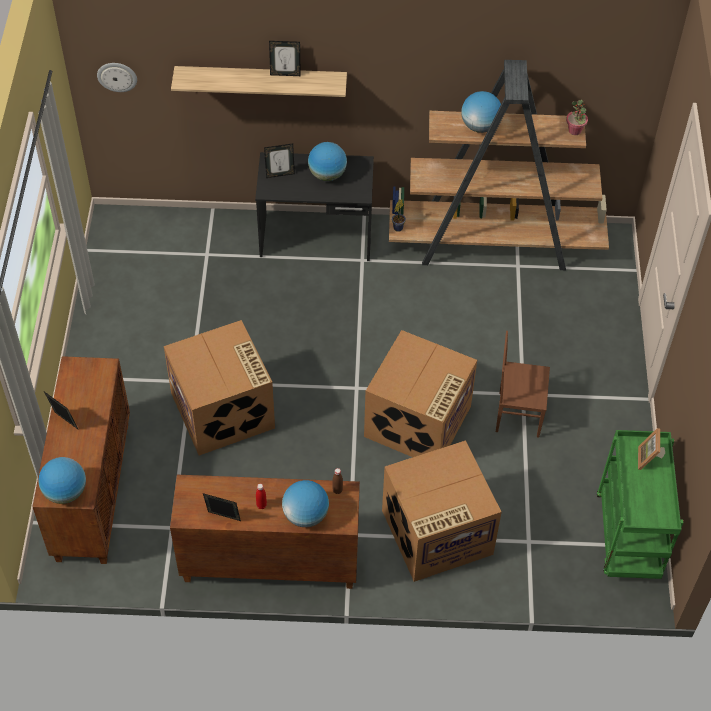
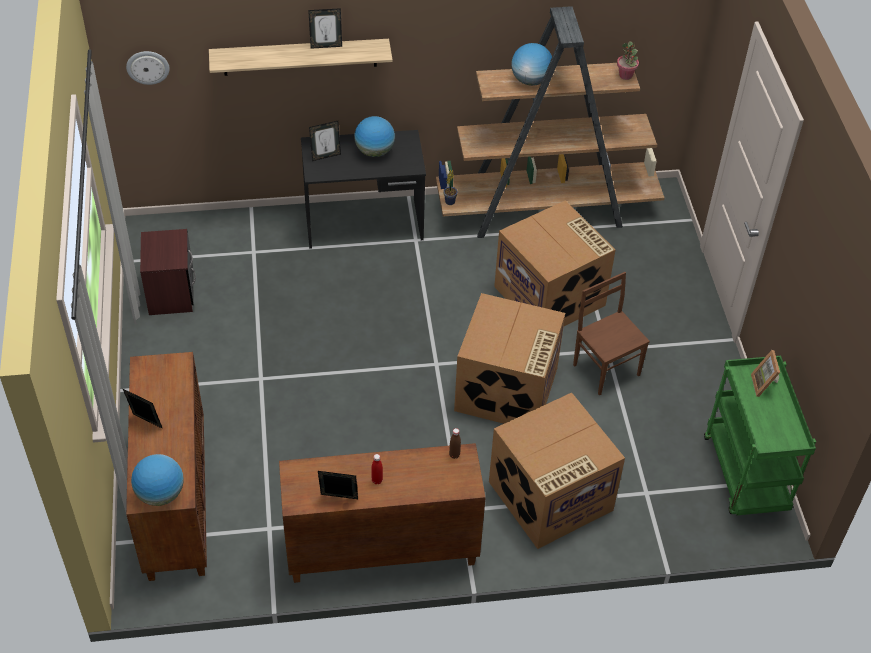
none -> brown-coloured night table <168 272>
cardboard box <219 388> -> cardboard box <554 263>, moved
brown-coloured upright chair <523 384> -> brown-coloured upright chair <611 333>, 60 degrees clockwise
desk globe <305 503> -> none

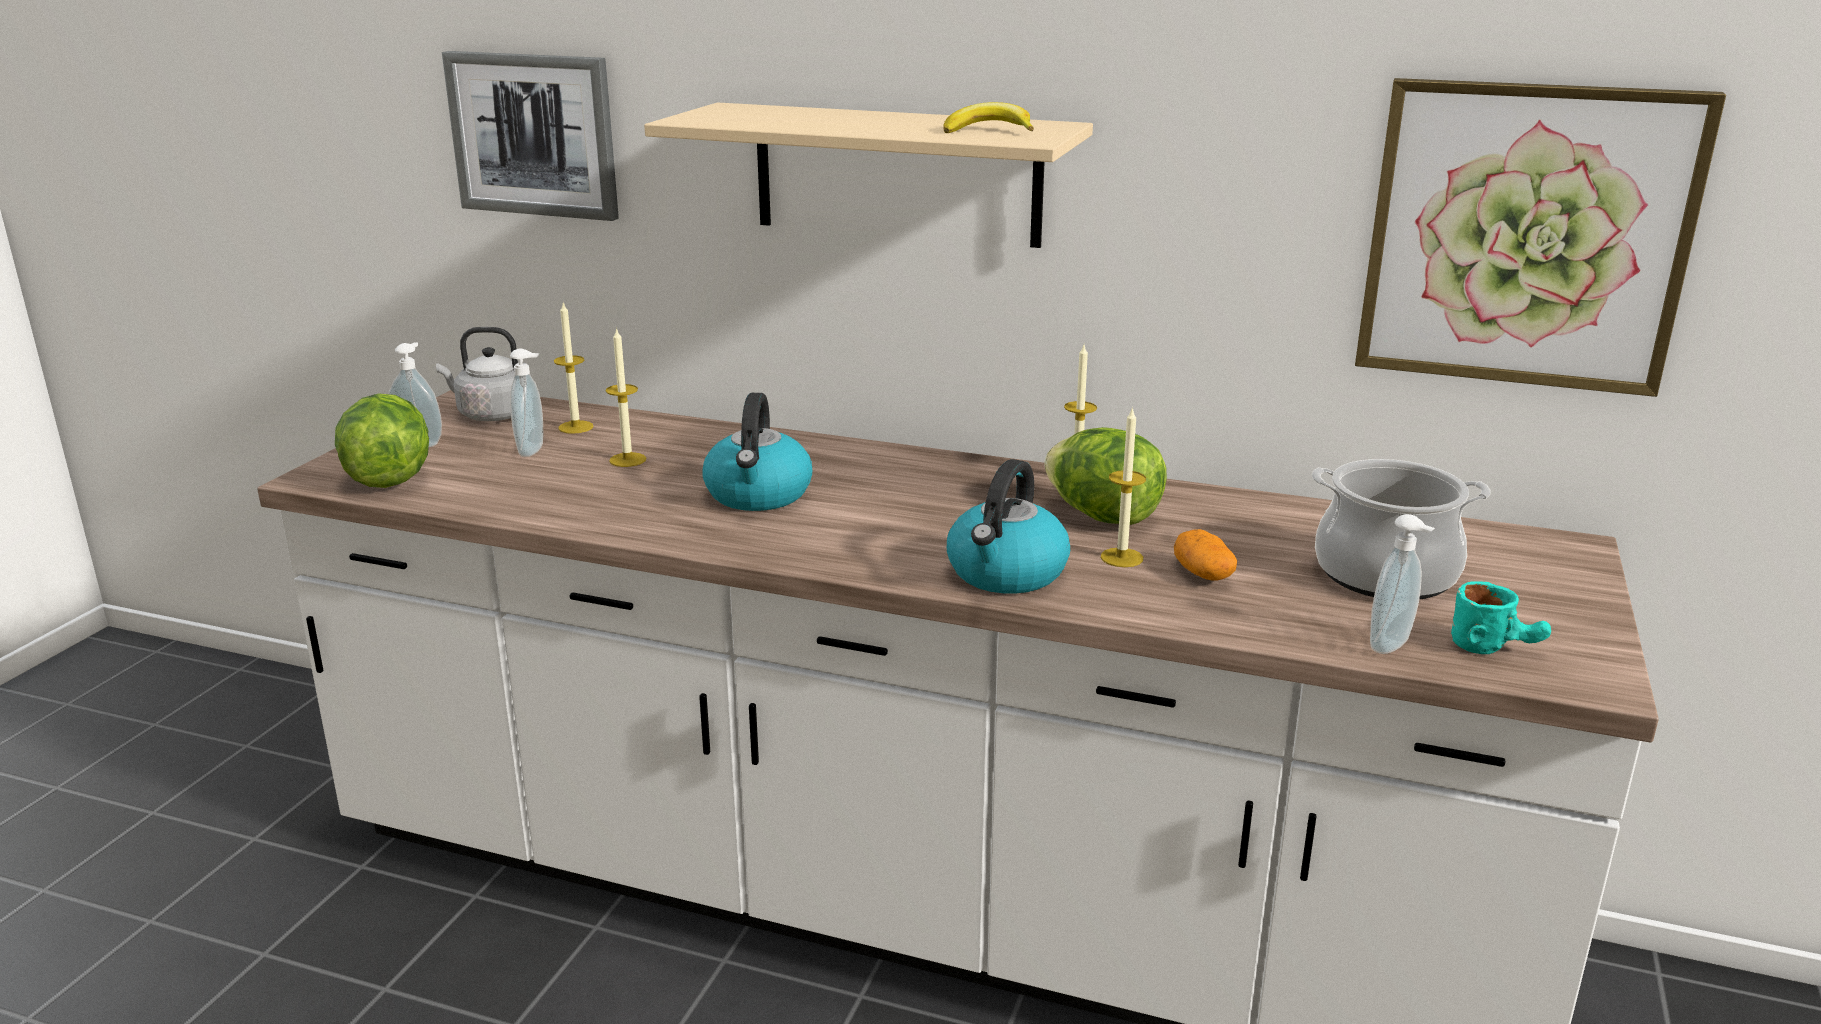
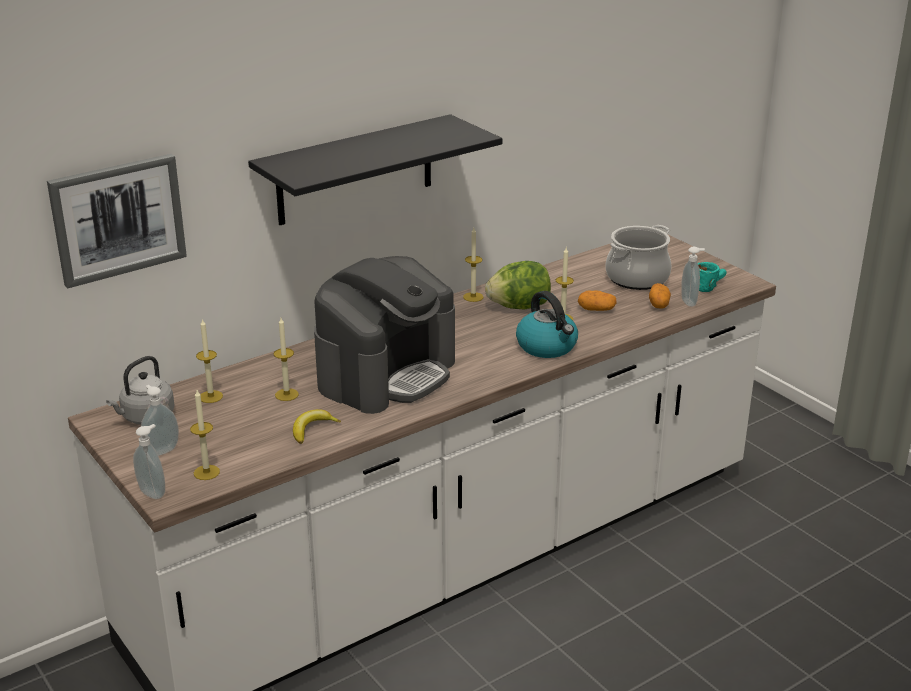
soap bottle <526 402> -> soap bottle <149 461>, moved
lettuce head <382 440> -> candle <205 435>
beige bracket shelf <868 175> -> black bracket shelf <375 169>
banana fruit <988 117> -> banana fruit <317 426>, moved
tea kettle <757 452> -> coffee machine <384 335>
none -> potato <660 296>
wall art <1540 237> -> none

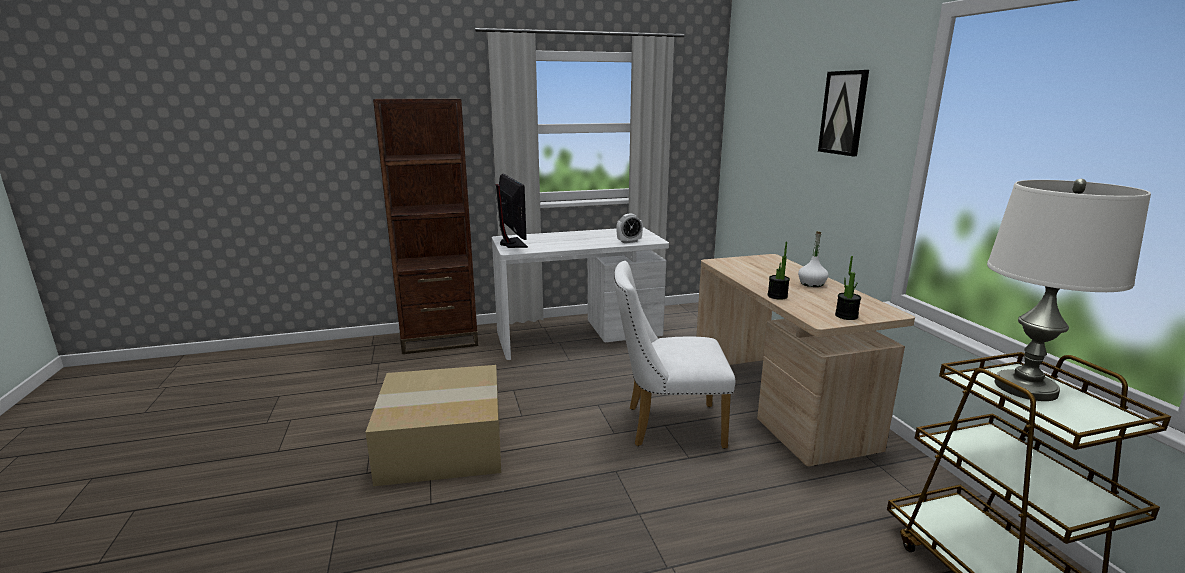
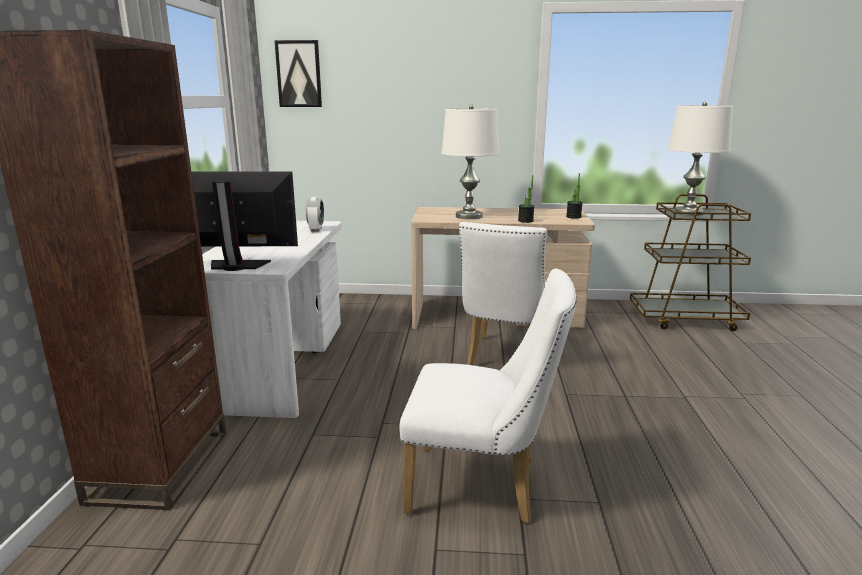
wall art <843 113> -> wall art <298 73>, moved
cardboard box <433 425> -> white-coloured upright chair <488 396>
none -> white-coloured table lamp <470 161>
white-coloured drink bottle <813 259> -> none

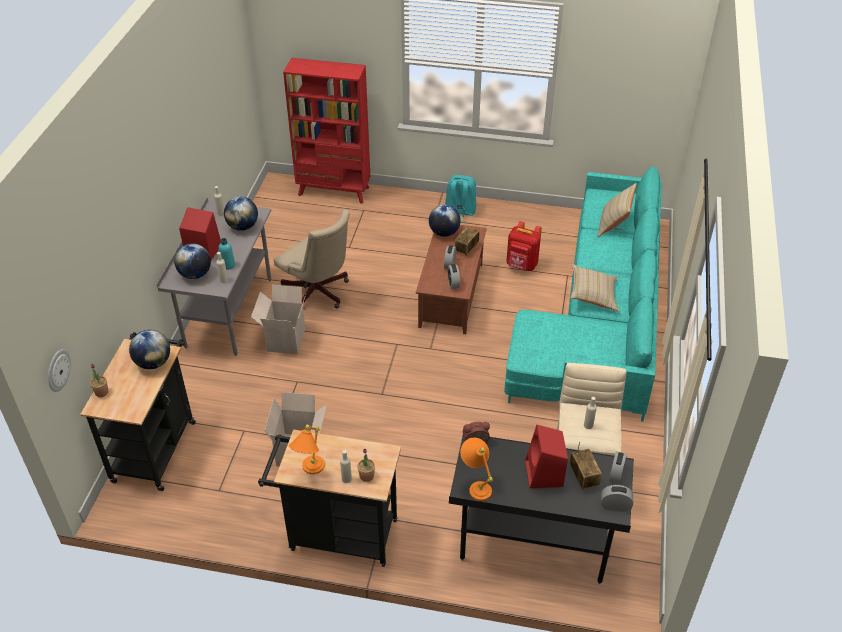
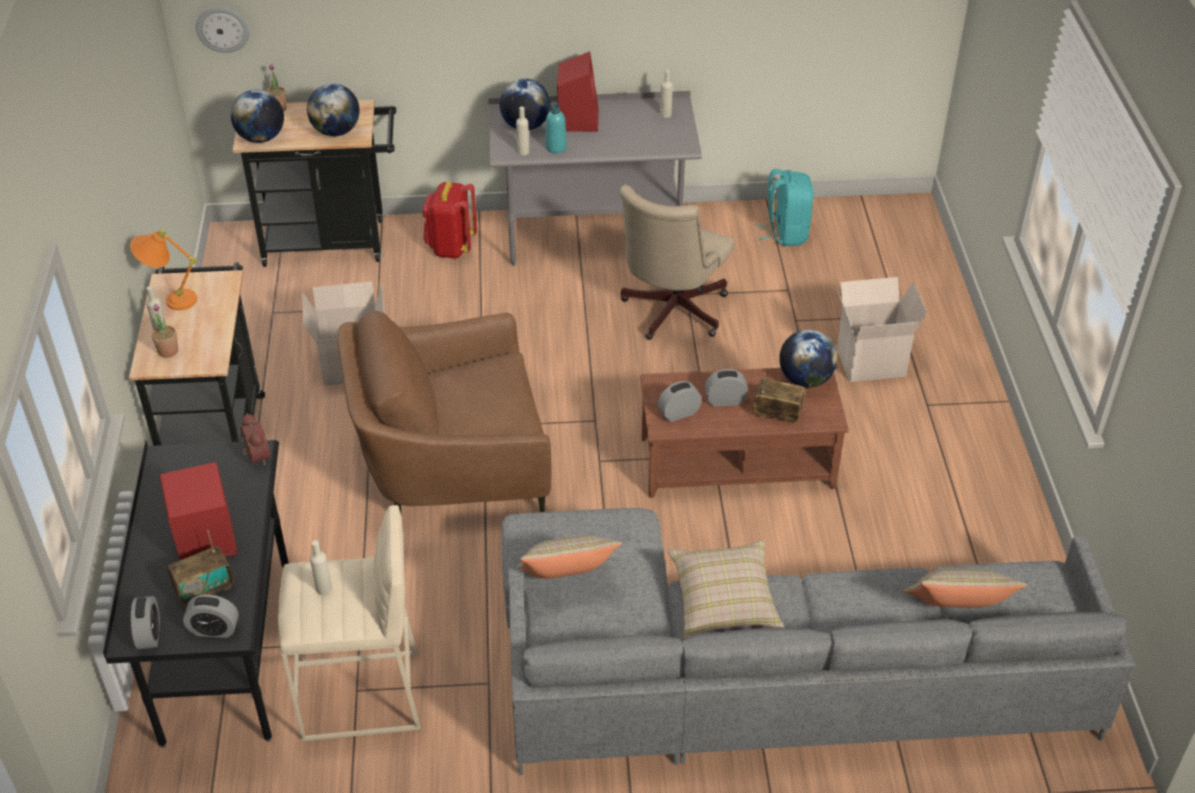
desk globe <241 214> -> desk globe <257 116>, moved
none -> brown-coloured easy chair <444 412>
red-coloured knapsack <524 246> -> red-coloured knapsack <450 220>, moved
blue-green couch <583 294> -> grey couch <818 641>
none -> beige pillow <569 557>
blue-green knapsack <460 199> -> blue-green knapsack <785 207>, moved
cardboard box <278 319> -> cardboard box <881 329>, moved
red-coloured bookshelf <326 131> -> none
orange table lamp <476 469> -> none

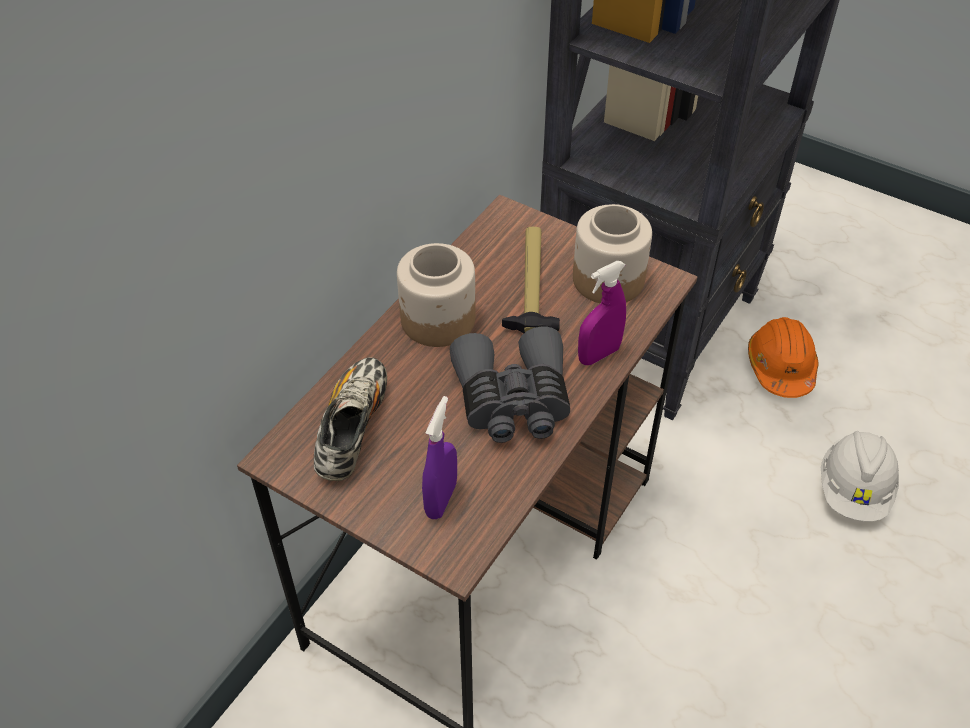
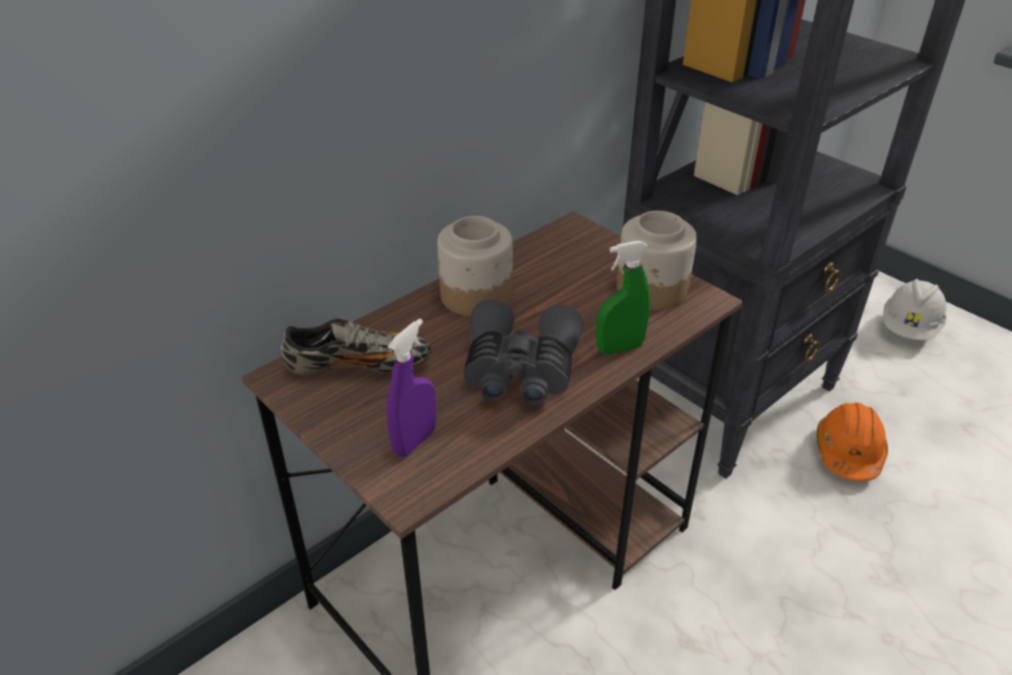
shoe <350 419> -> shoe <356 347>, 60 degrees clockwise
purple-coloured sprayer <602 313> -> greenish sprayer <623 298>
white-coloured safety helmet <860 476> -> white-coloured safety helmet <914 309>, moved
tool hammer <531 280> -> none

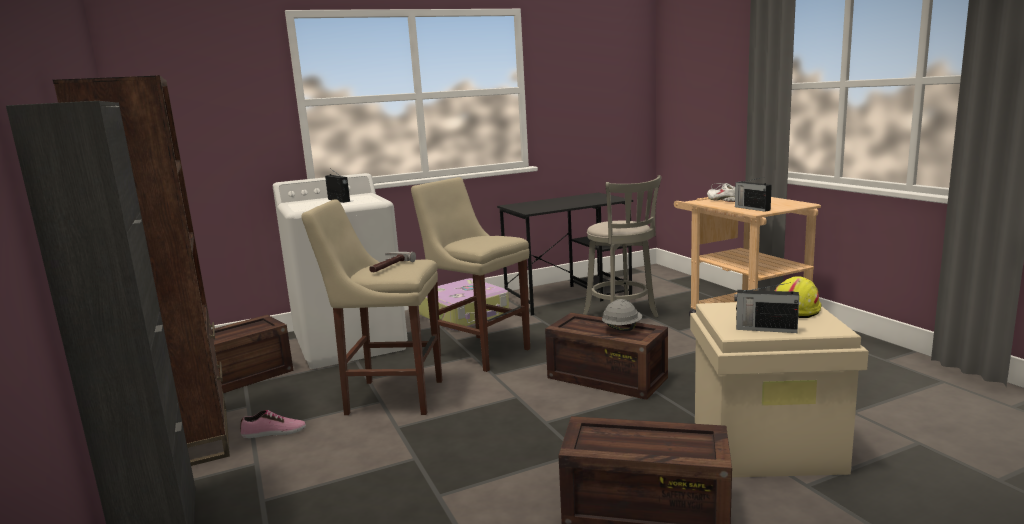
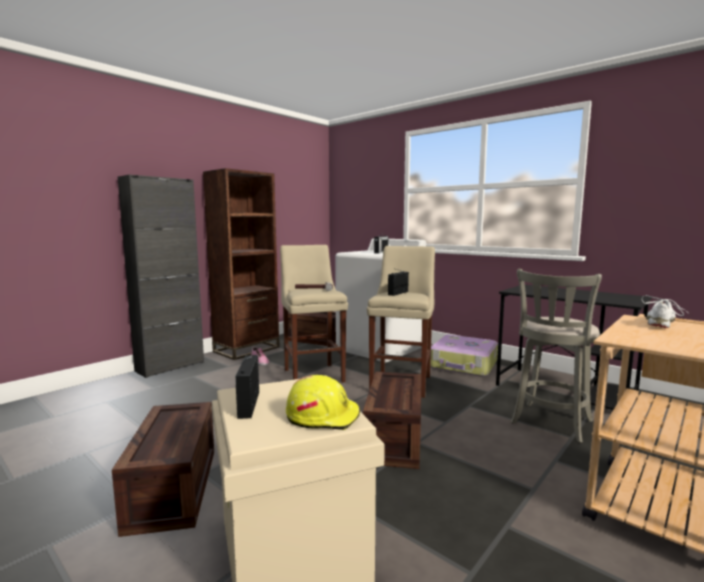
radio set <753 194> -> radio set <398 282>, moved
grey safety helmet <622 315> -> none

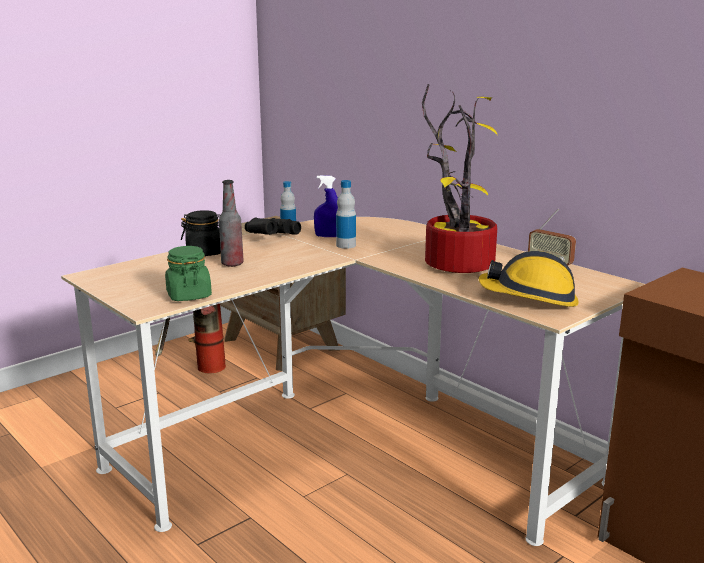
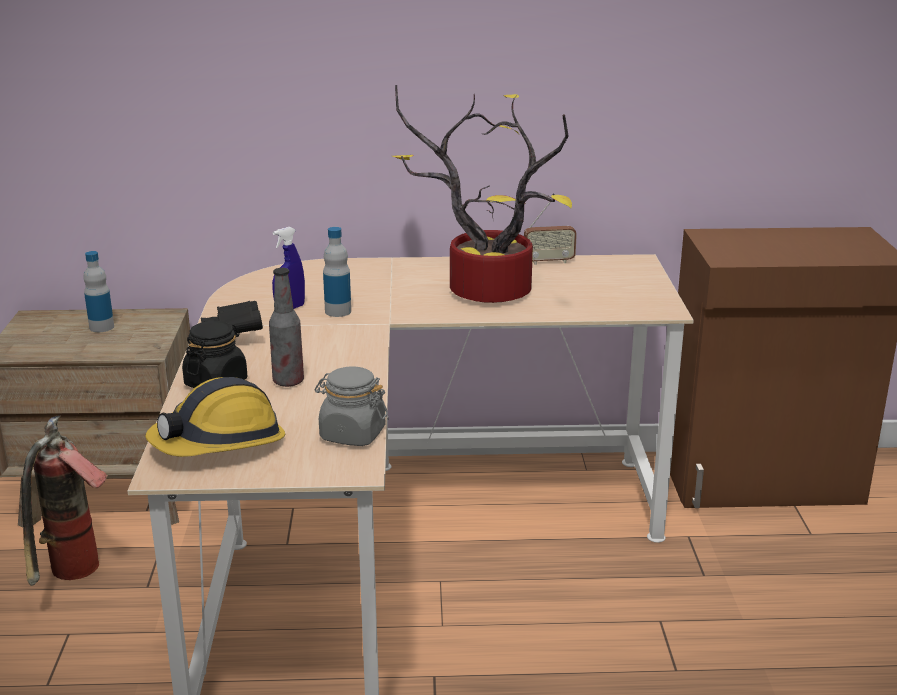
safety helmet <529 279> -> safety helmet <215 417>, moved
greenish jar <188 273> -> grey jar <351 406>

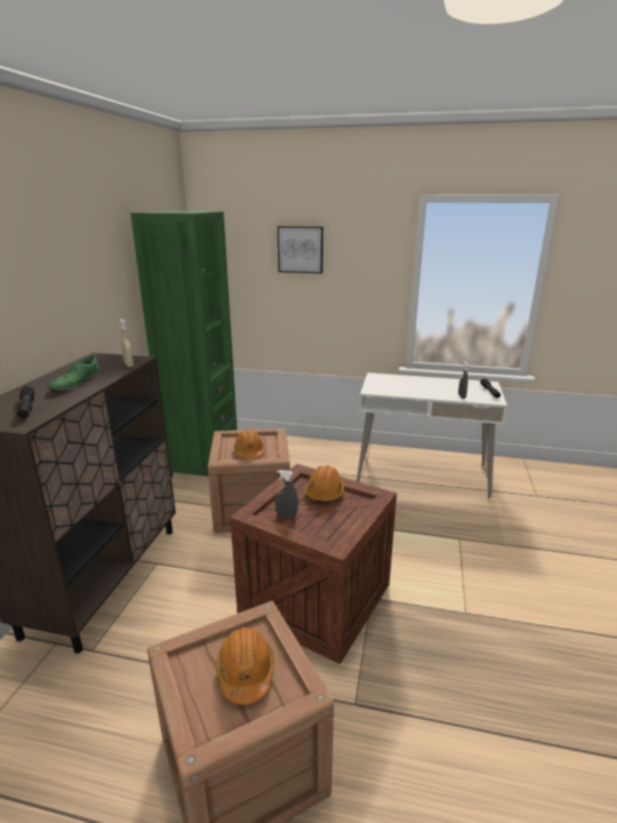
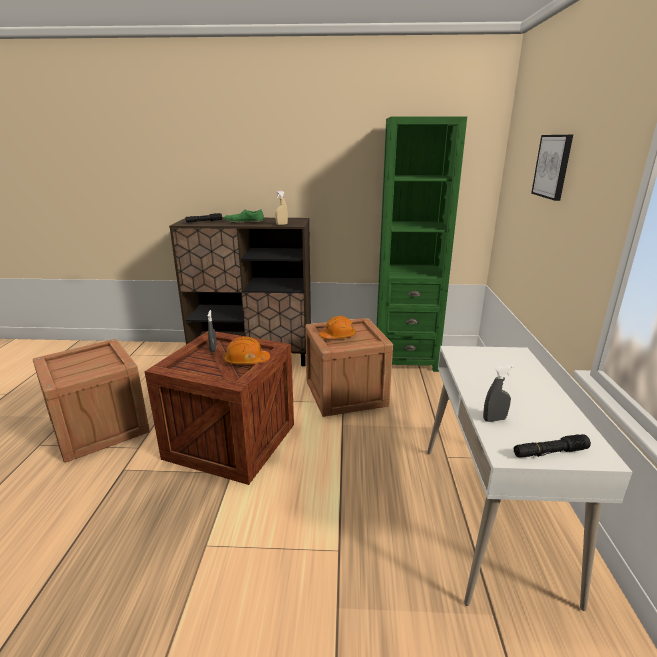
orange safety helmet <245 666> -> none

